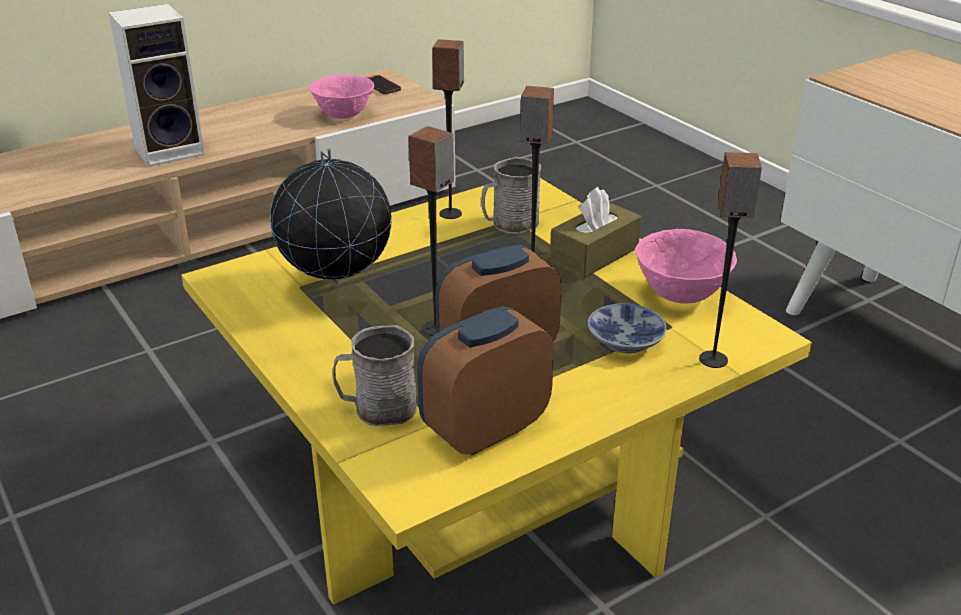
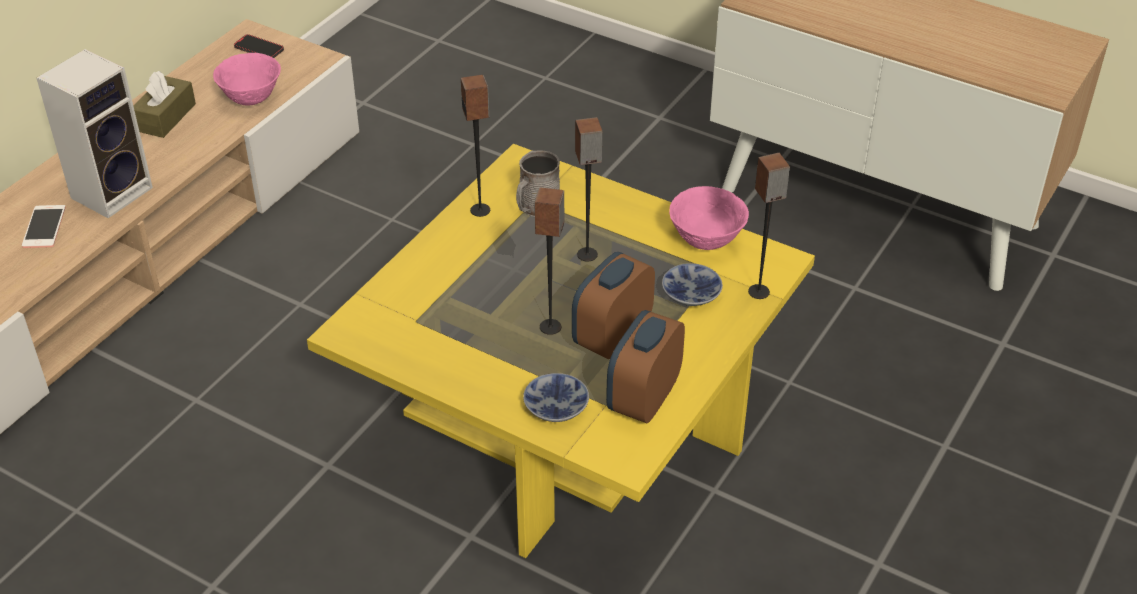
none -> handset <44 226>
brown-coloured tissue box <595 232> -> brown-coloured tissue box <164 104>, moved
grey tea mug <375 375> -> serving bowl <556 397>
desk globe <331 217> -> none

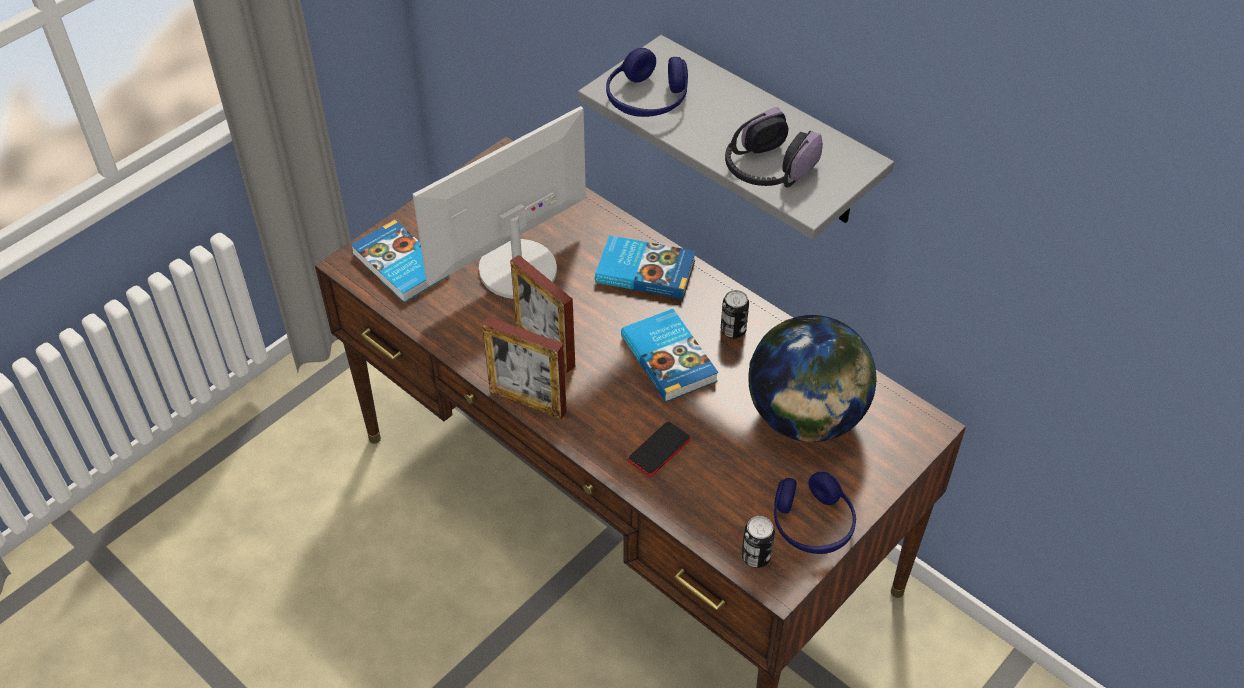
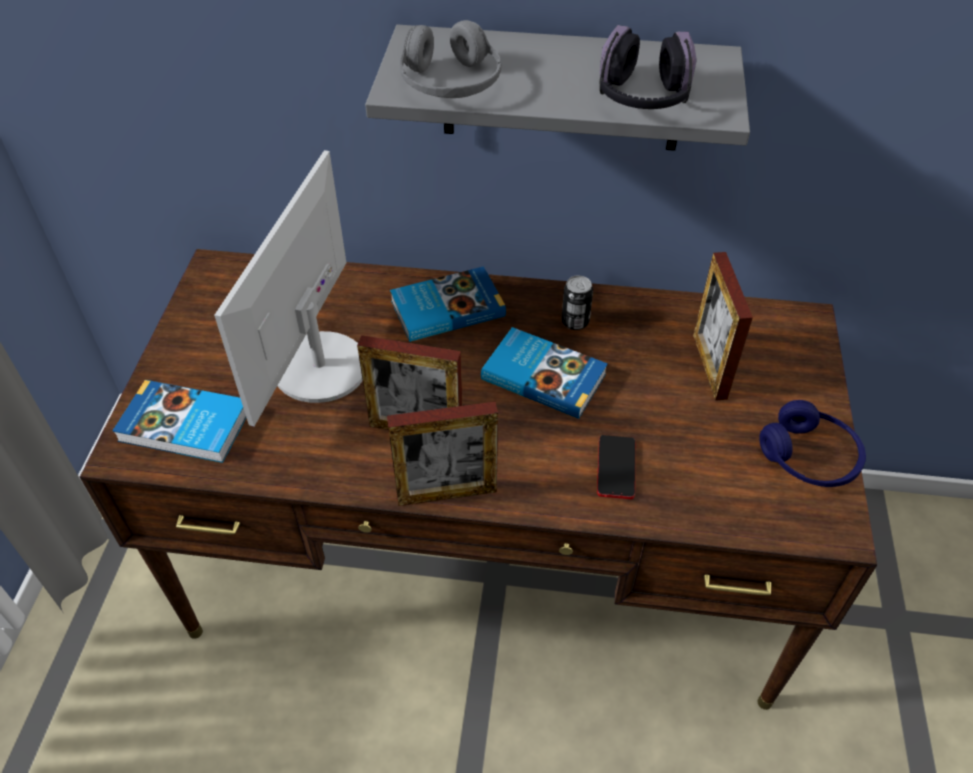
blue-coloured pair of headphones <647 82> -> grey pair of headphones <451 59>
desk globe <812 378> -> photo frame <723 326>
sealed can <758 542> -> none

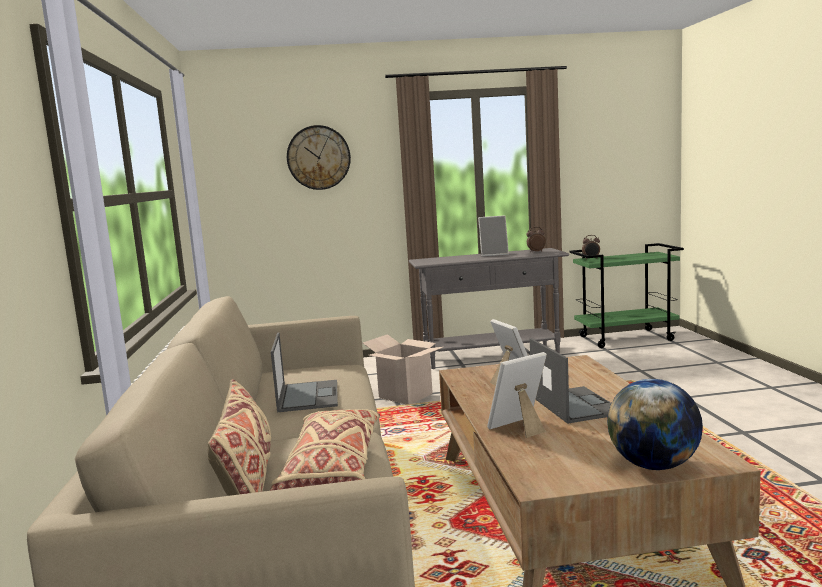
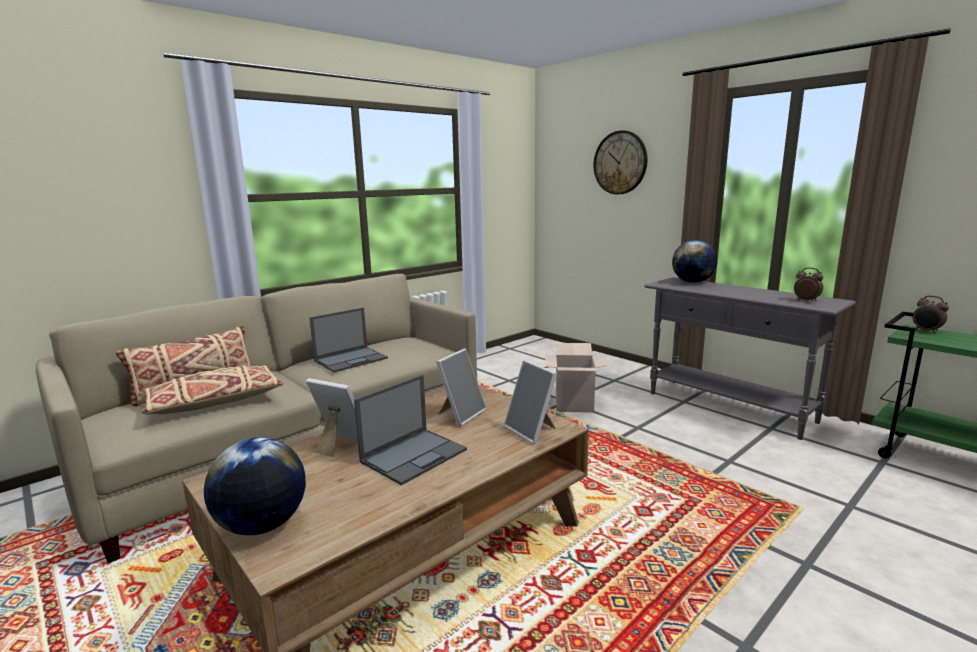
photo frame <493 235> -> photo frame <530 402>, moved
none -> desk globe <695 261>

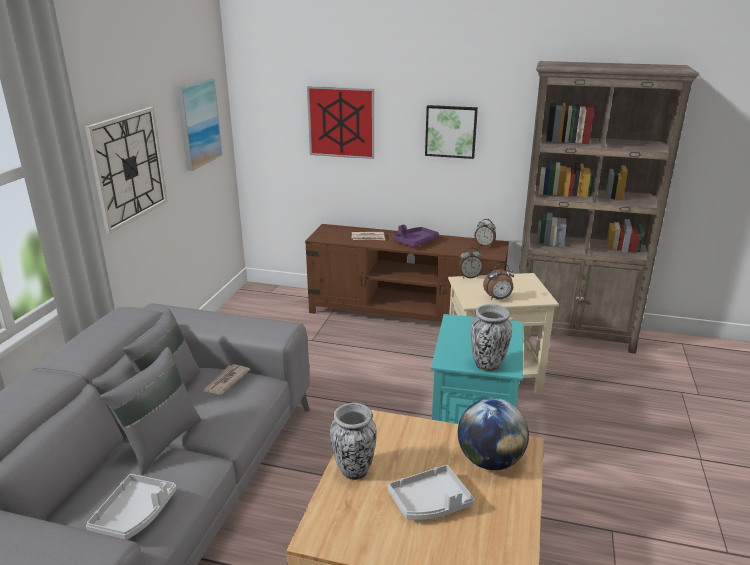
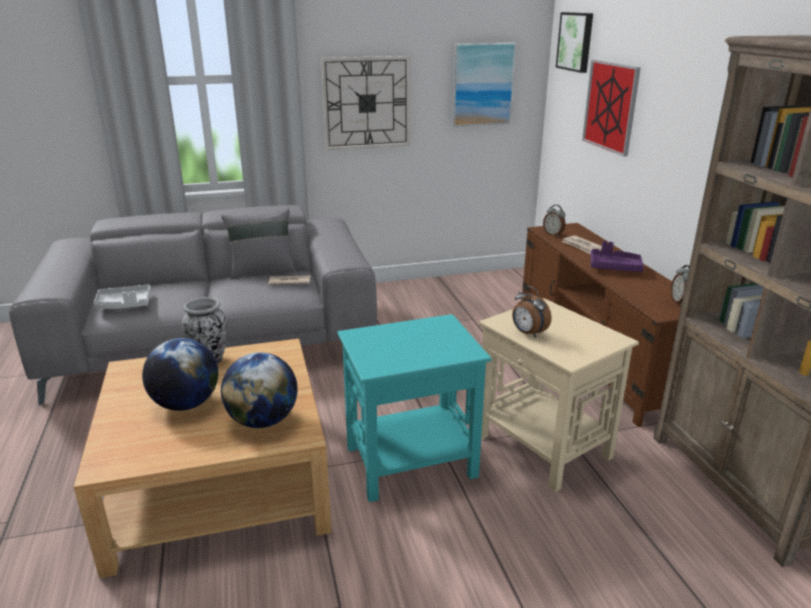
grey serving tray <431 492> -> desk globe <180 374>
bedside clock <471 262> -> bedside clock <554 221>, moved
wall art <451 132> -> wall art <574 42>, moved
grey pillow <150 411> -> none
vase <491 337> -> none

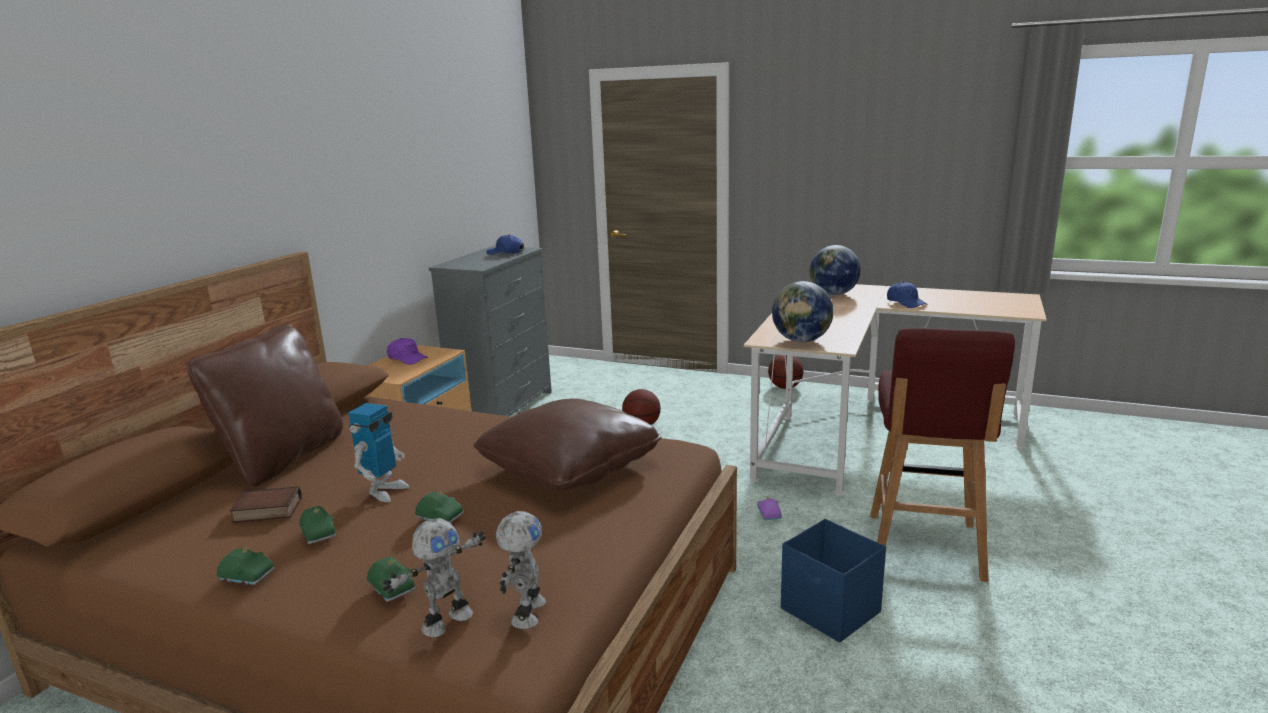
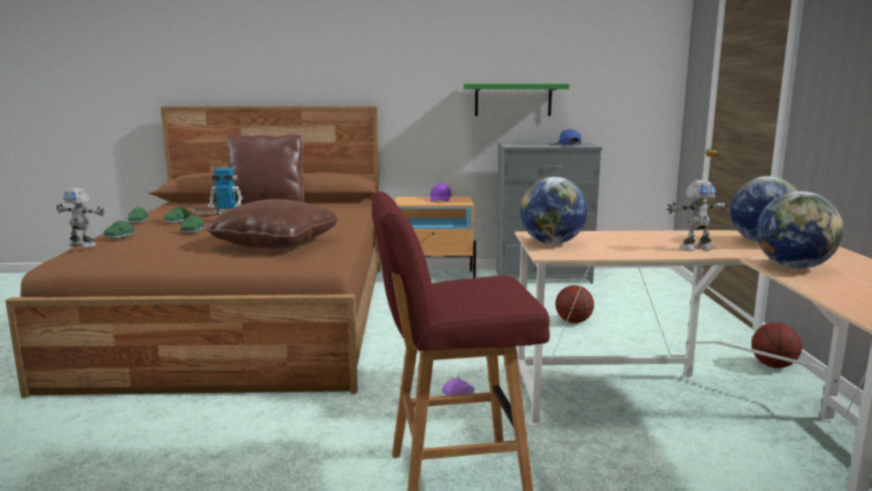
none -> greenish bracket shelf <517 100>
model robot <521 570> -> model robot <697 215>, moved
blue-coloured cap <907 295> -> desk globe <800 230>
blue-coloured storage container <833 581> -> none

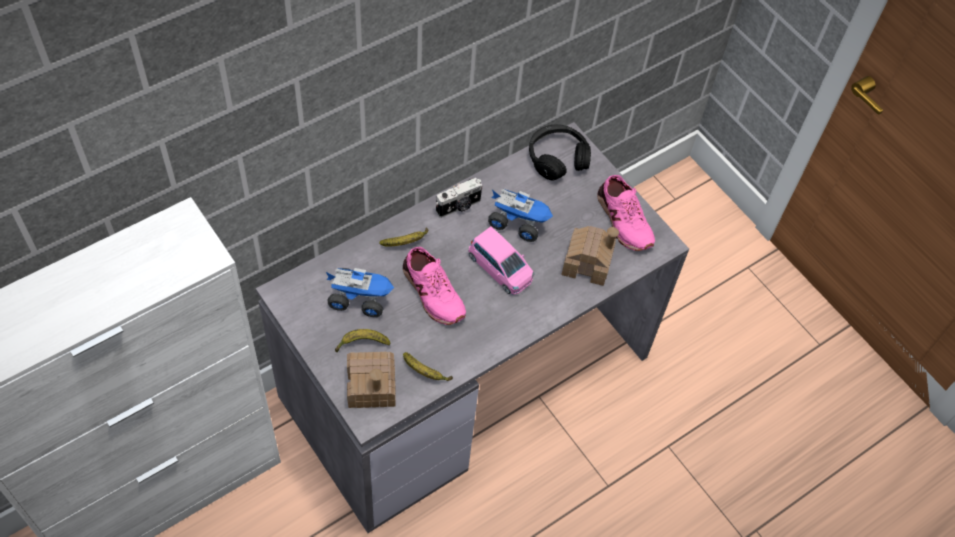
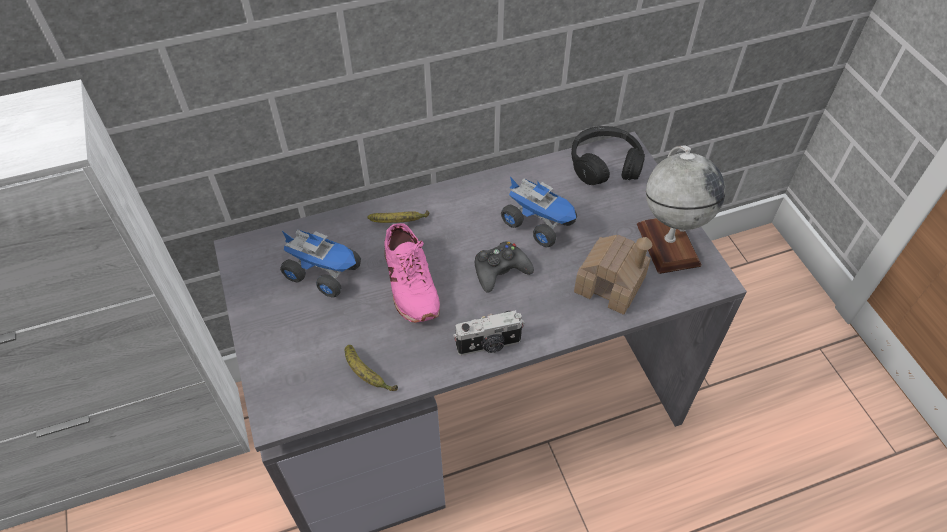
still camera <459 198> -> still camera <488 332>, moved
pinkish miniature car <501 261> -> black joypad <504 267>
pinkish shoe <626 213> -> desk globe <681 209>
banana fruit <362 340> -> none
model house <371 380> -> none

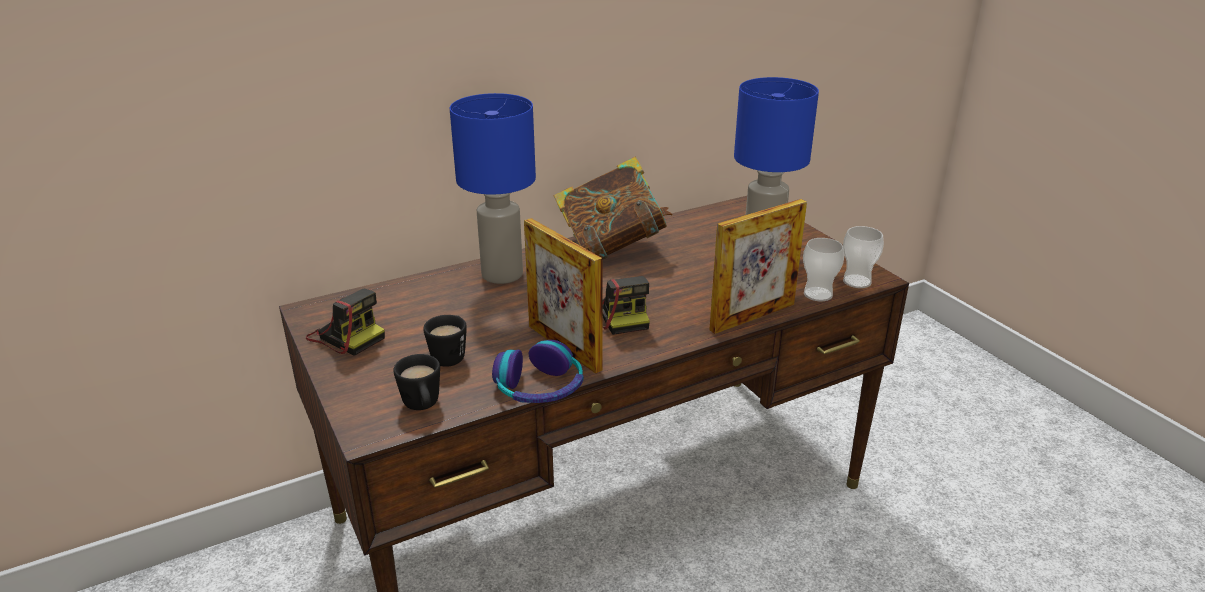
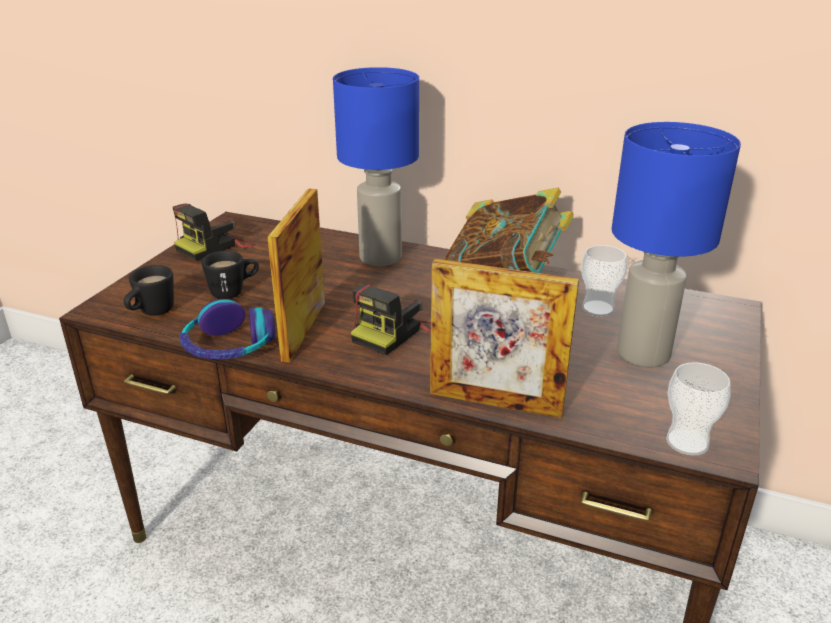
still camera <345 322> -> still camera <213 232>, 45 degrees clockwise
drinking cup <823 270> -> drinking cup <604 280>, moved

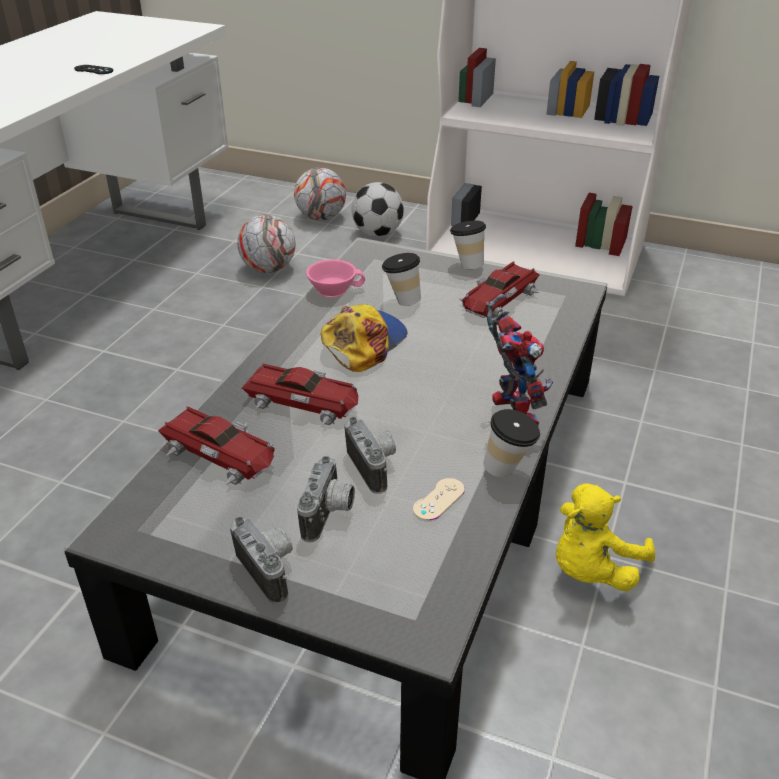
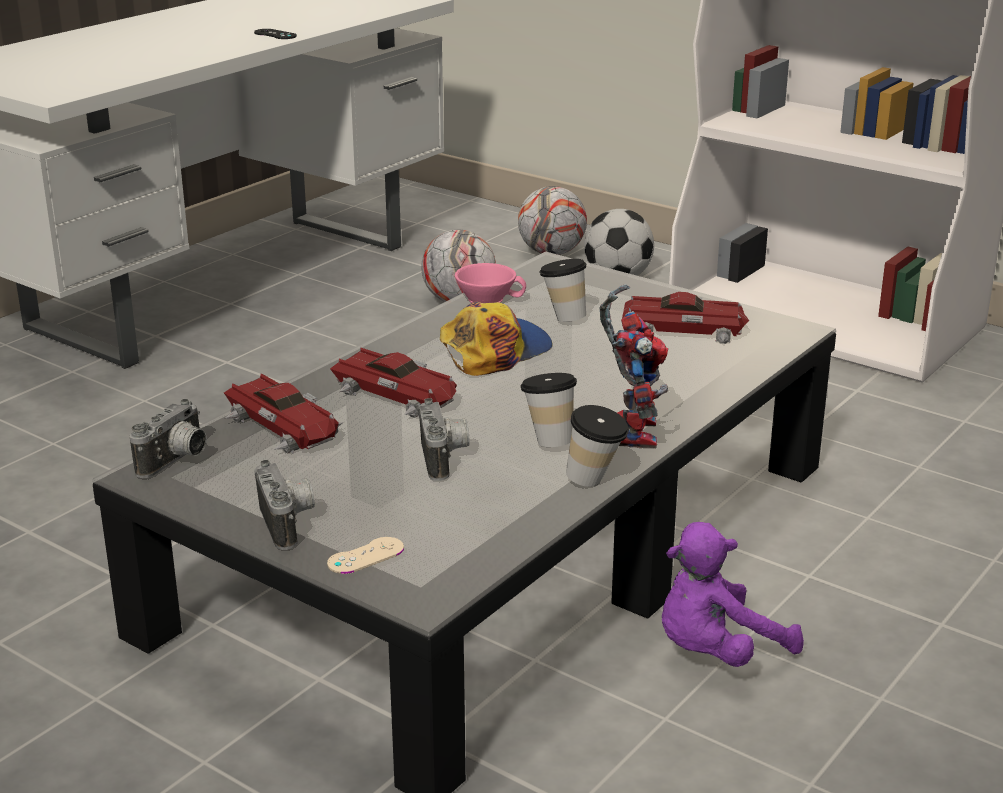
still camera <326 499> -> still camera <168 438>, moved
beige joypad <439 499> -> beige joypad <365 555>, moved
drinking cup <468 245> -> drinking cup <549 410>, moved
miniature car <499 290> -> miniature car <686 318>, 135 degrees counterclockwise
yellow soft toy <605 537> -> purple-coloured soft toy <733 594>

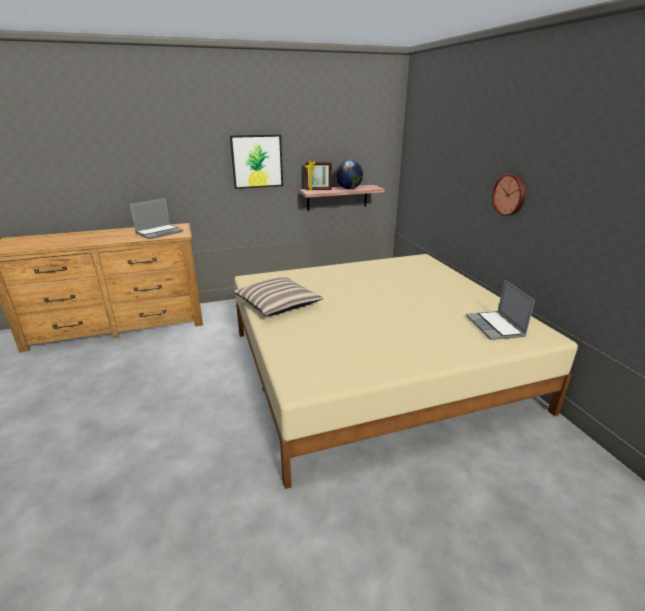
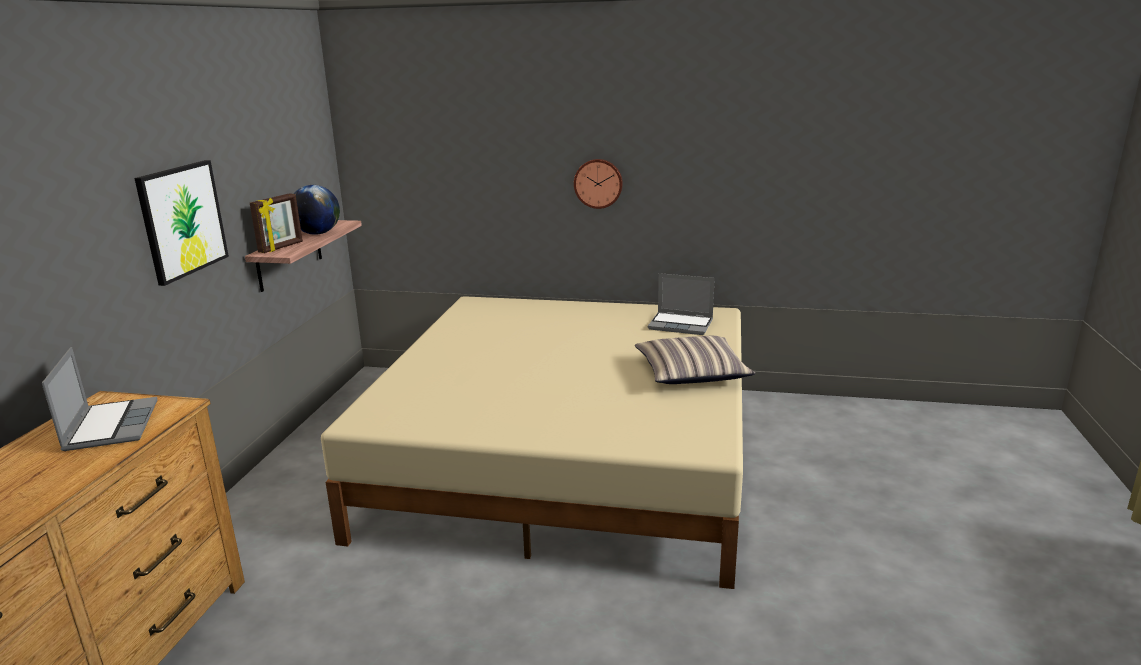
pillow <278 296> -> pillow <695 360>, moved

